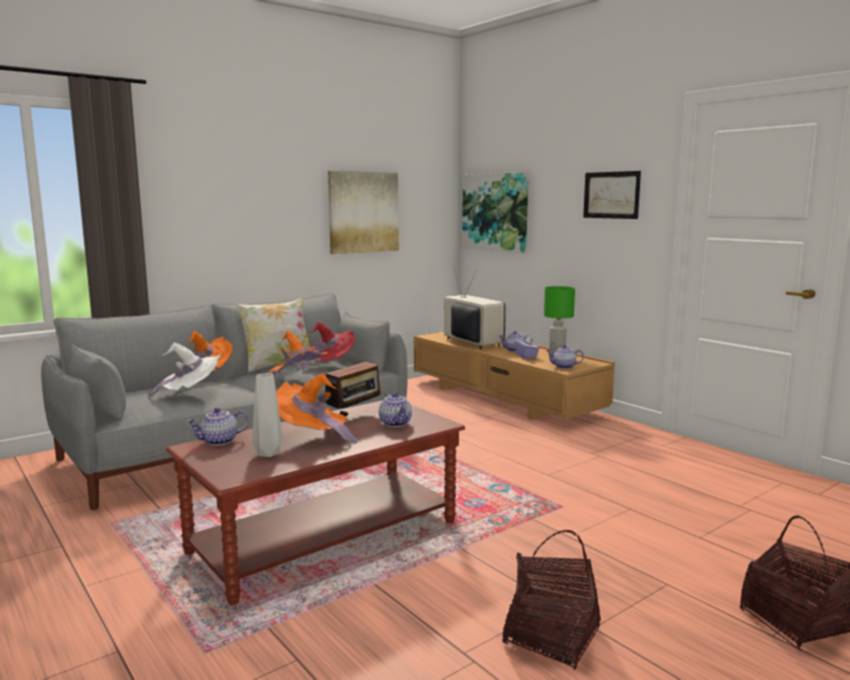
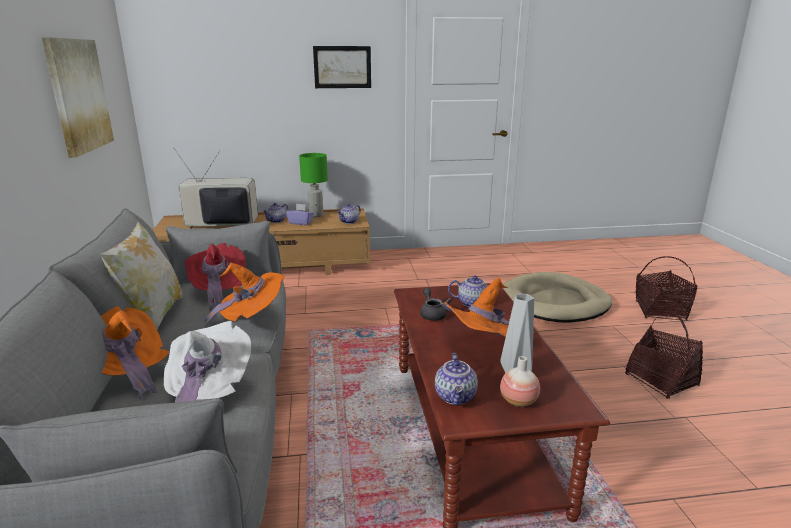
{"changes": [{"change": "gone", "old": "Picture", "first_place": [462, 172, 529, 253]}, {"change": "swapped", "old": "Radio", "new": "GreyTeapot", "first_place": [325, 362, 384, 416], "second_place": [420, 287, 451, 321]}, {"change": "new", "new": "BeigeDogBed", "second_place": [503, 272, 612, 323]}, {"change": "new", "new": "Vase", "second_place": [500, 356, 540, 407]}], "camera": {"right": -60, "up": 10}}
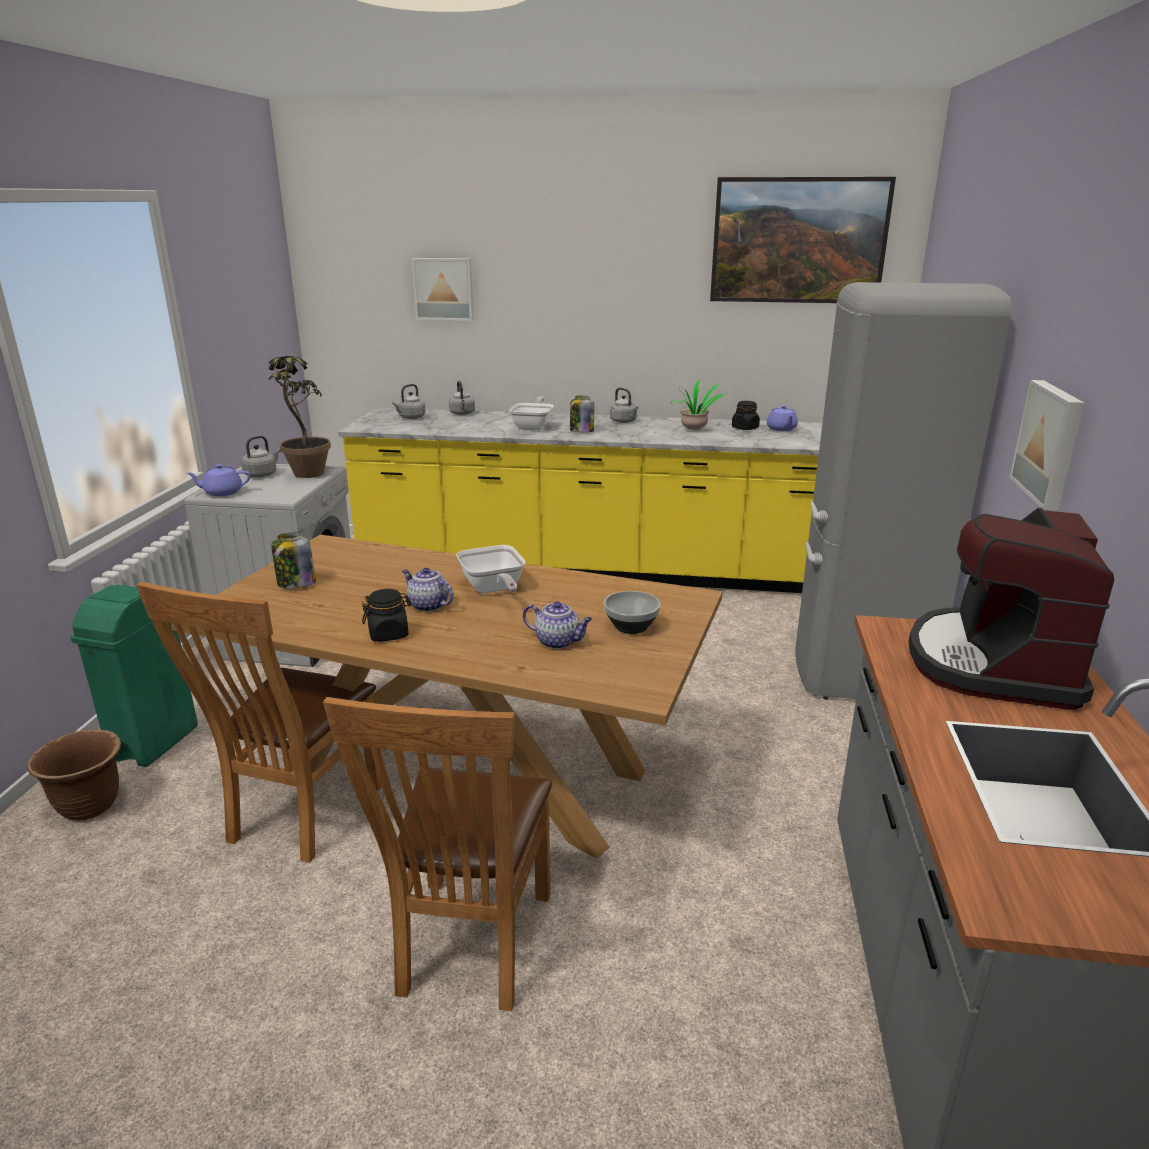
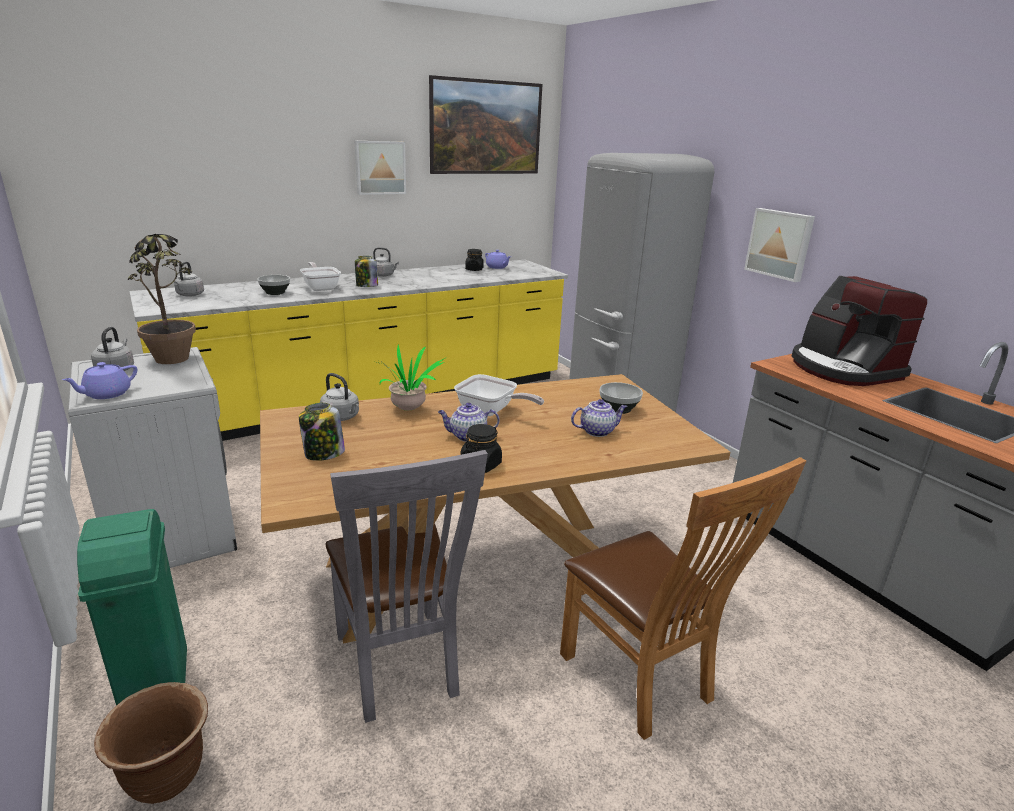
{"changes": [{"change": "shifted", "old": "Picture", "first_place": [411, 258, 474, 321], "second_place": [354, 141, 406, 195]}, {"change": "shifted", "old": "PottedPlant", "first_place": [671, 380, 727, 430], "second_place": [373, 344, 445, 410]}, {"change": "shifted", "old": "GreyKettle", "first_place": [449, 381, 475, 415], "second_place": [320, 373, 359, 421]}, {"change": "repainted", "old": "BrownChair", "new": "GreyChair", "first_place": [136, 582, 382, 863], "second_place": [325, 450, 488, 723]}, {"change": "new", "new": "Bowl", "second_place": [257, 275, 290, 295]}], "camera": {"right": -40, "up": 0}}
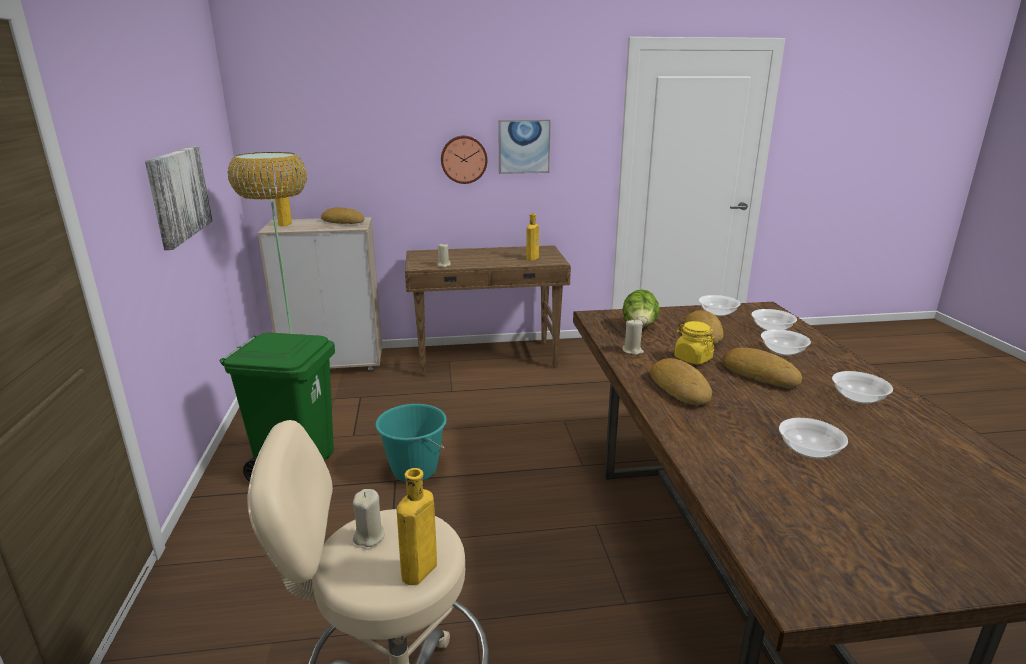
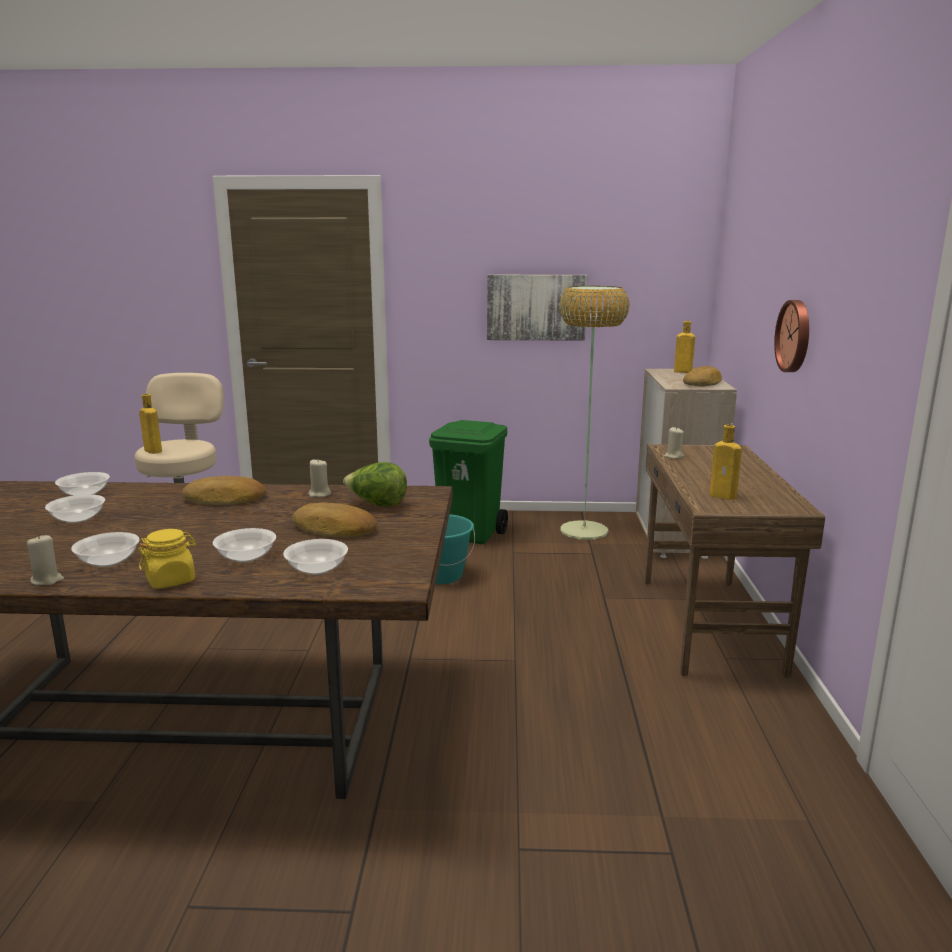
{"changes": [{"change": "gone", "old": "Picture", "first_place": [498, 120, 551, 174]}, {"change": "shifted", "old": "Bowl", "first_place": [699, 295, 741, 316], "second_place": [55, 472, 110, 496]}, {"change": "shifted", "old": "YellowJar", "first_place": [674, 321, 714, 364], "second_place": [139, 529, 197, 589]}, {"change": "gone", "old": "Bread", "first_place": [722, 348, 802, 388]}, {"change": "shifted", "old": "BeigeCandle", "first_place": [353, 489, 385, 547], "second_place": [27, 534, 64, 585]}], "camera": {"right": 100, "up": -5}}
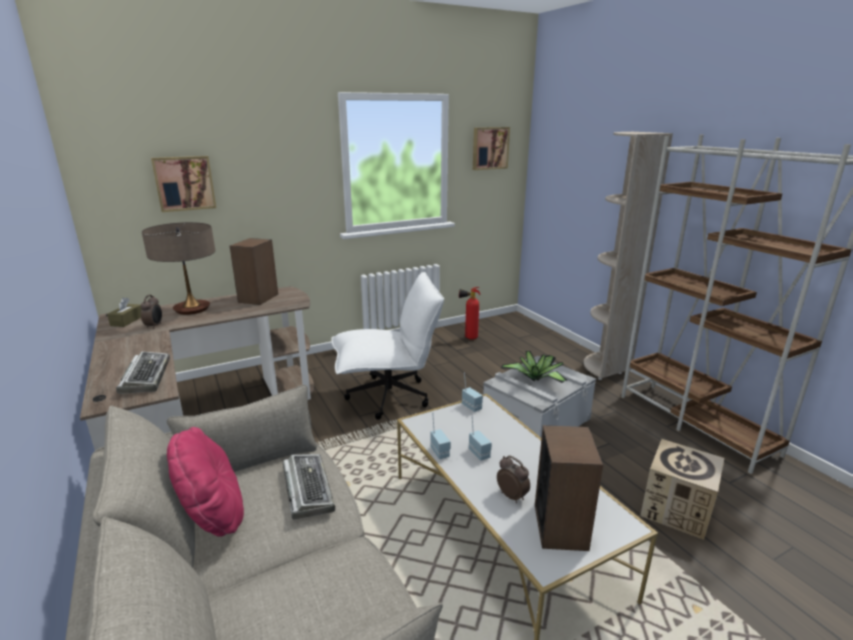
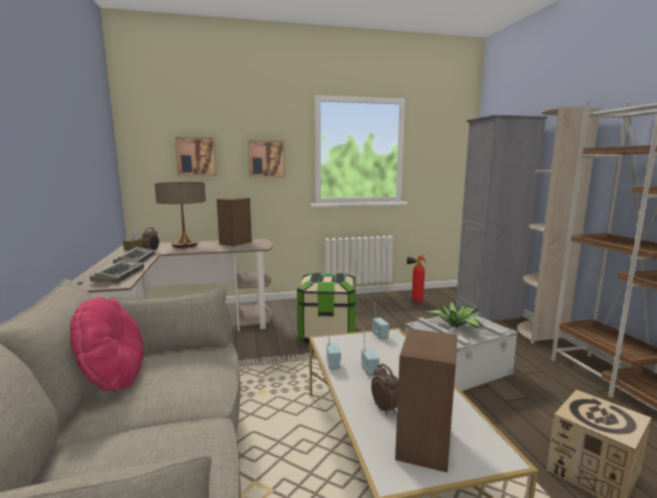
{"changes": [{"change": "shifted", "old": "Picture", "first_place": [473, 127, 510, 170], "second_place": [248, 140, 285, 178]}, {"change": "swapped", "old": "WhiteOfficeChair", "new": "StorageBox", "first_place": [331, 272, 444, 420], "second_place": [297, 272, 356, 344]}, {"change": "shifted", "old": "Keyboard", "first_place": [283, 454, 335, 520], "second_place": [113, 247, 155, 264]}, {"change": "new", "new": "GreyCabinet", "second_place": [456, 115, 548, 321]}], "camera": {"right": 15, "up": -10}}
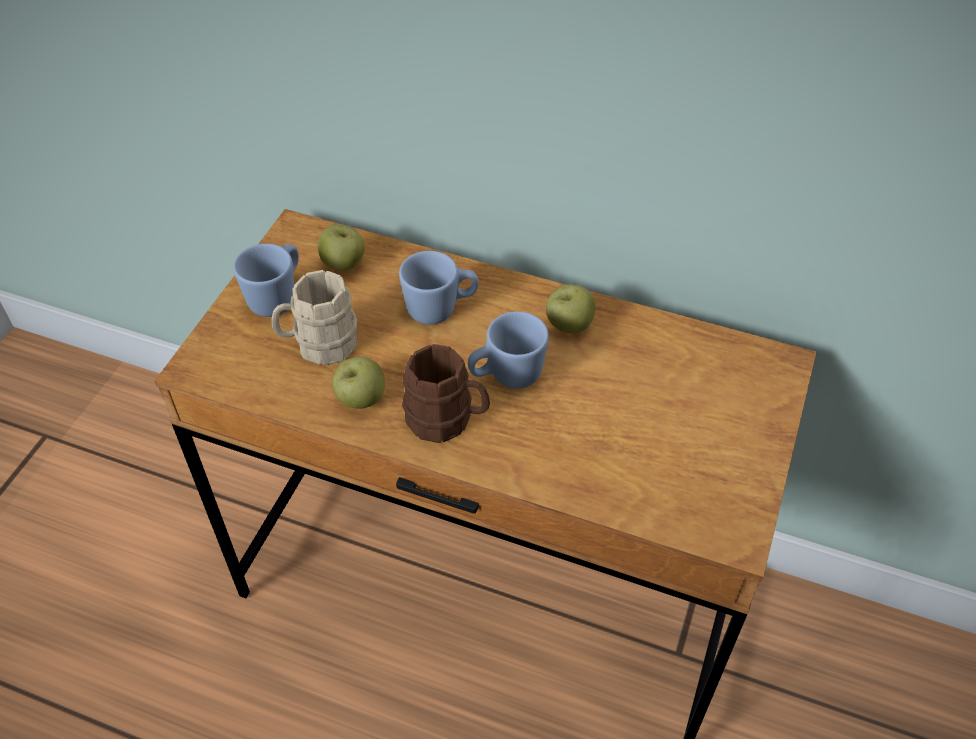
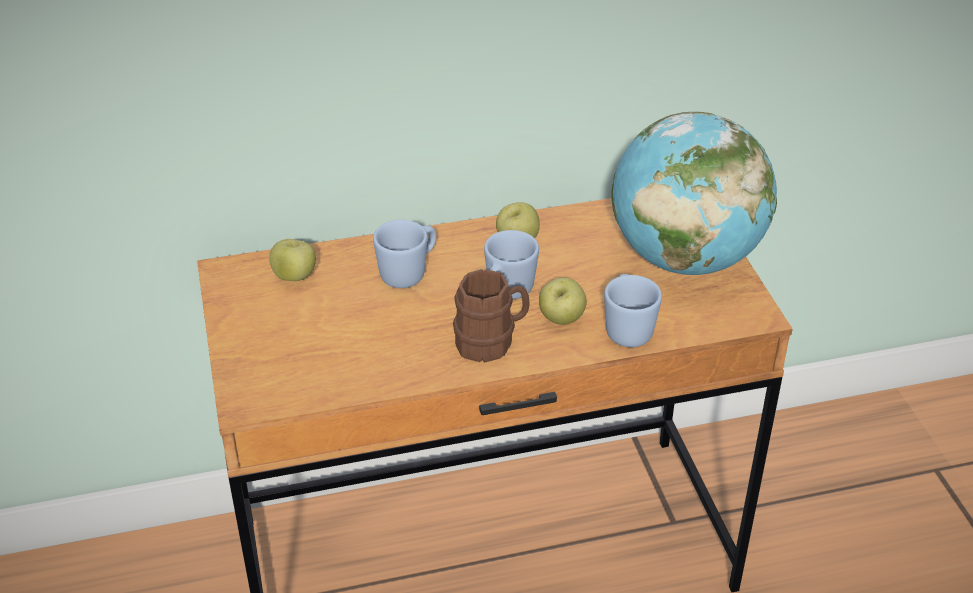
{"changes": [{"change": "shifted", "old": "BlueMug", "first_place": [233, 243, 299, 317], "second_place": [604, 274, 662, 347]}, {"change": "gone", "old": "BeigeMug", "first_place": [271, 270, 357, 365]}, {"change": "shifted", "old": "Apple", "first_place": [332, 357, 385, 409], "second_place": [539, 277, 587, 325]}, {"change": "new", "new": "Globe", "second_place": [612, 111, 777, 275]}], "camera": {"right": -35, "up": -10}}
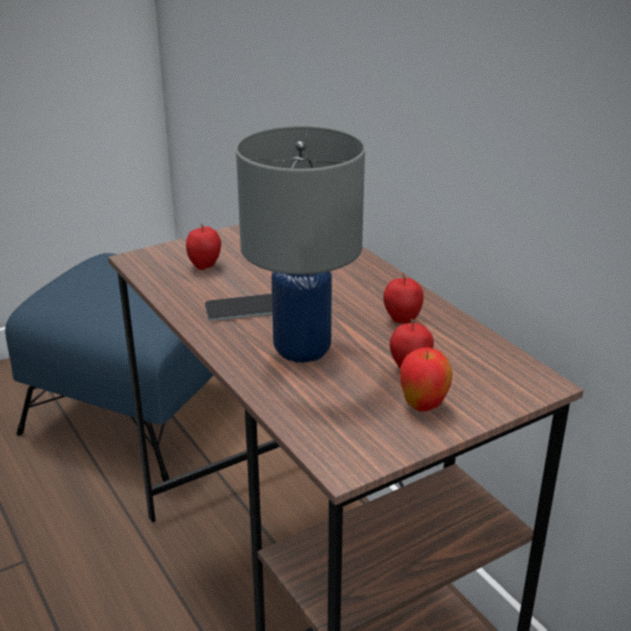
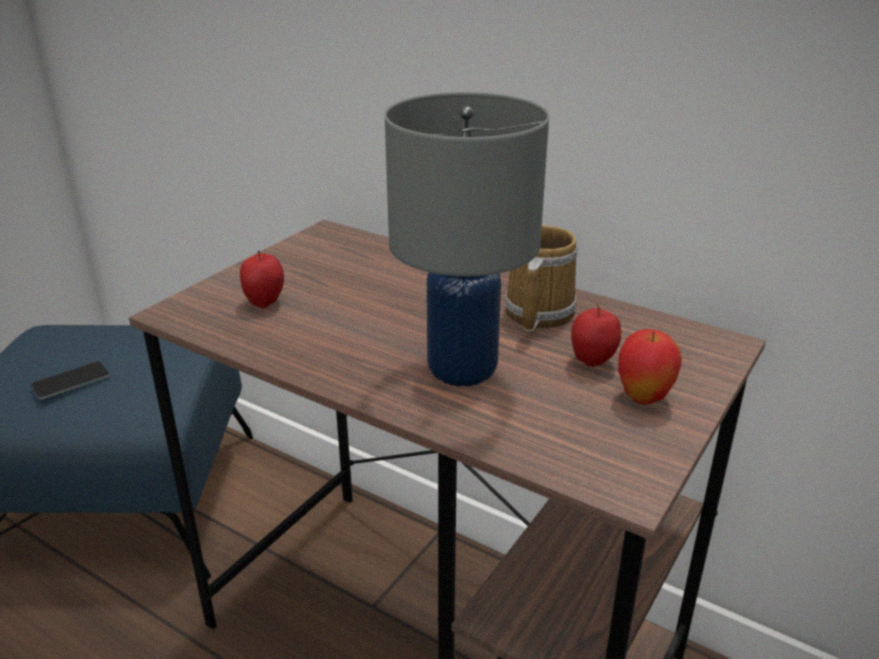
{"changes": [{"change": "swapped", "old": "Apple", "new": "Mug", "first_place": [383, 273, 424, 324], "second_place": [505, 225, 578, 331]}, {"change": "shifted", "old": "Phone", "first_place": [205, 294, 272, 321], "second_place": [31, 361, 110, 399]}], "camera": {"right": -25, "up": 0}}
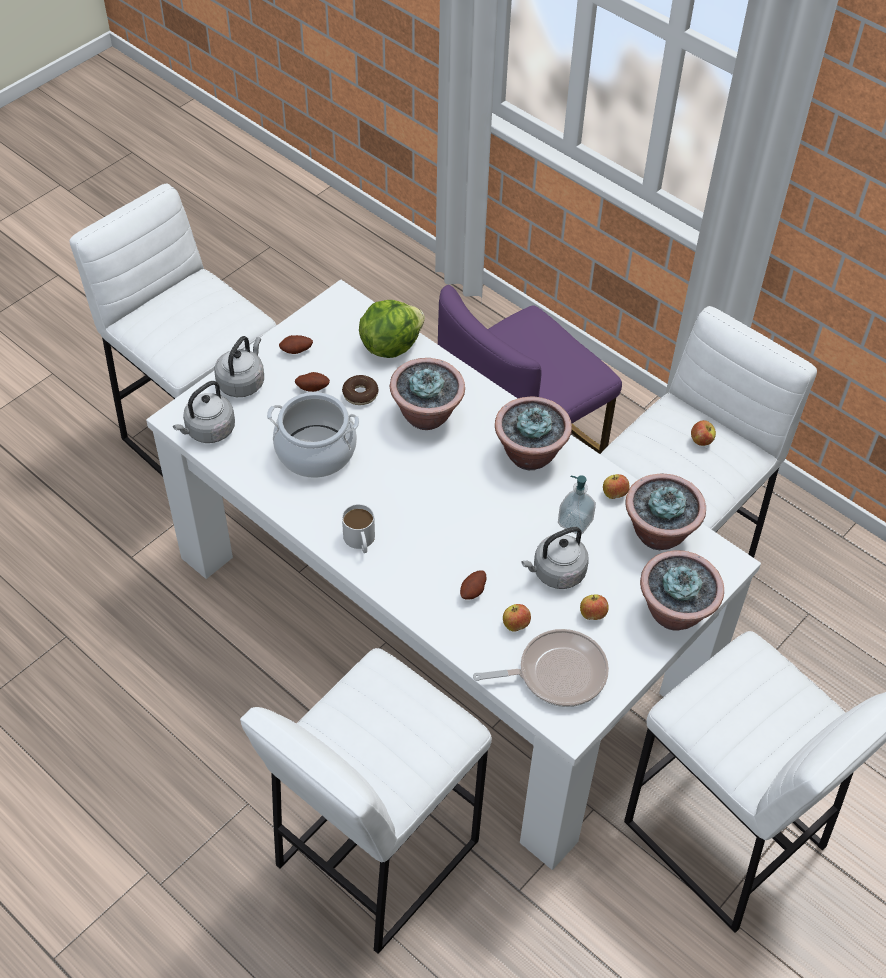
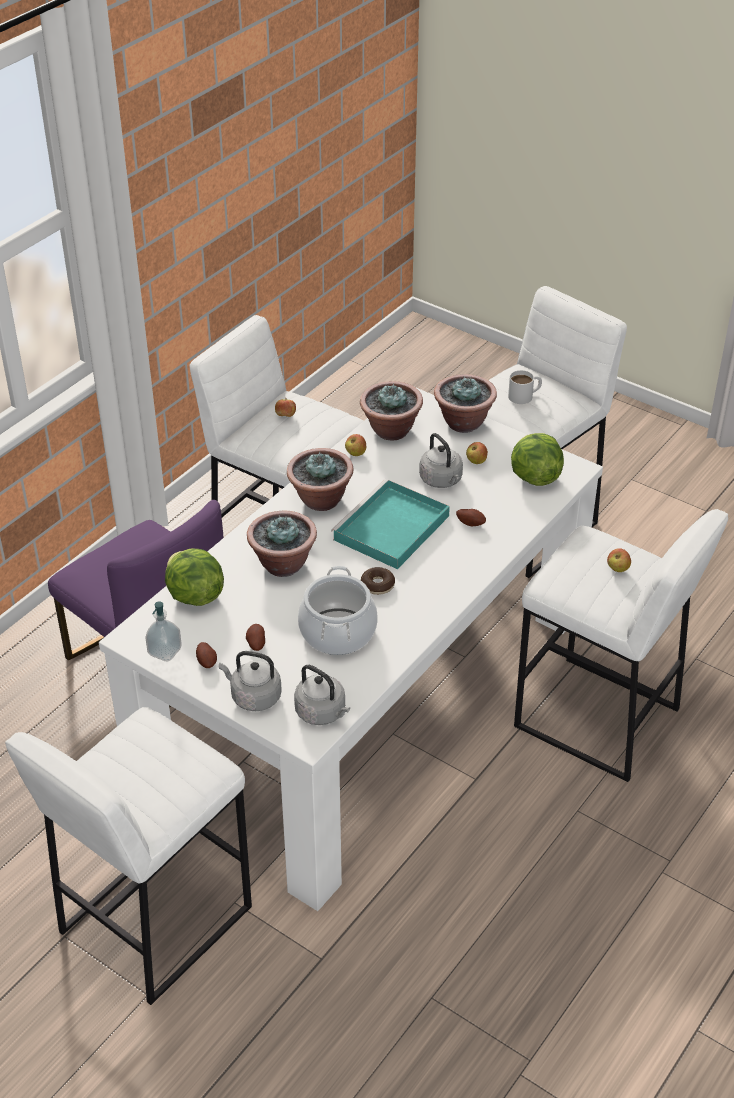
{"changes": [{"change": "shifted", "old": "Donut", "first_place": [342, 375, 379, 405], "second_place": [361, 567, 395, 595]}, {"change": "shifted", "old": "SoapDispenser", "first_place": [558, 475, 596, 535], "second_place": [145, 601, 182, 661]}, {"change": "shifted", "old": "WhiteMug", "first_place": [342, 504, 375, 553], "second_place": [508, 370, 542, 404]}, {"change": "shifted", "old": "Apple", "first_place": [503, 604, 531, 632], "second_place": [607, 548, 631, 572]}, {"change": "swapped", "old": "FryingPan", "new": "Lettuce", "first_place": [473, 629, 609, 707], "second_place": [511, 433, 564, 486]}, {"change": "new", "new": "TurquoiseTray", "second_place": [331, 479, 450, 569]}], "camera": {"right": -95, "up": -10}}
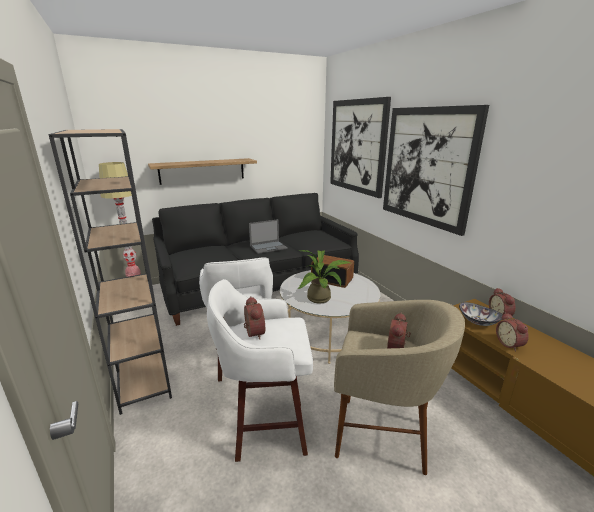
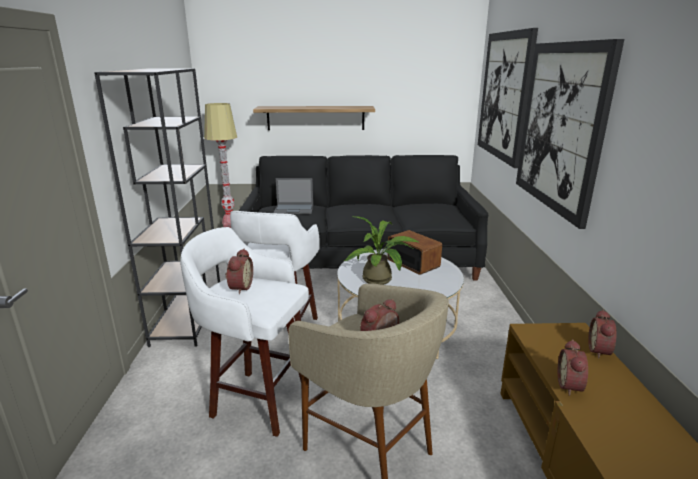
{"changes": [{"change": "shifted", "old": "Laptop", "first_place": [249, 219, 288, 254], "second_place": [274, 178, 313, 214]}, {"change": "gone", "old": "Bowl", "first_place": [459, 302, 503, 326]}], "camera": {"right": 25, "up": 0}}
